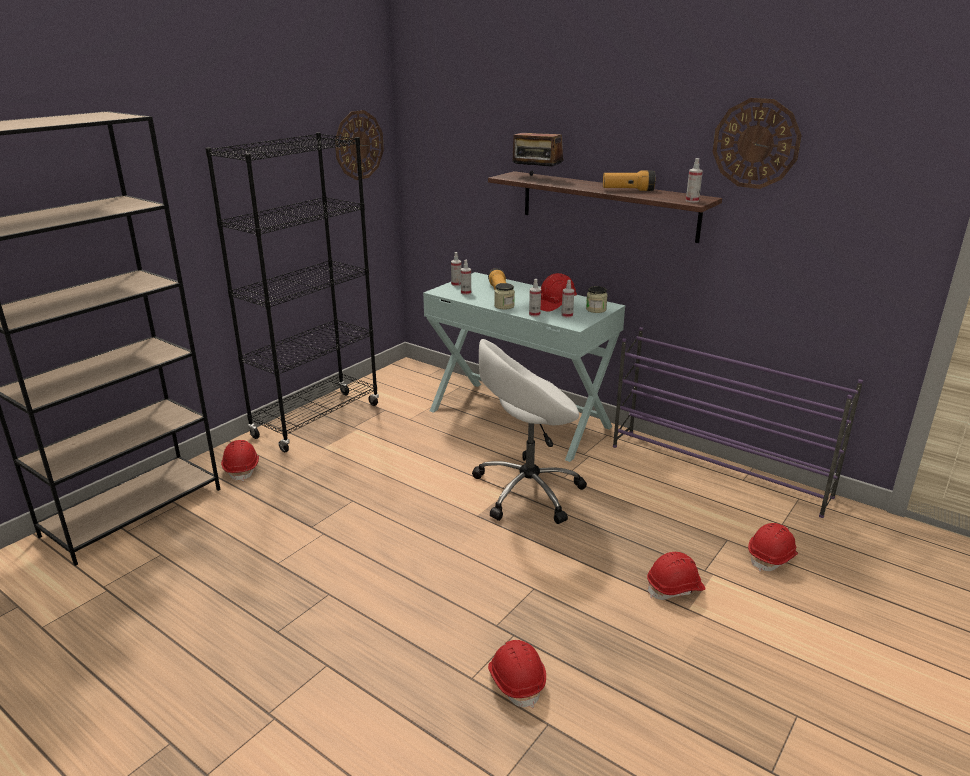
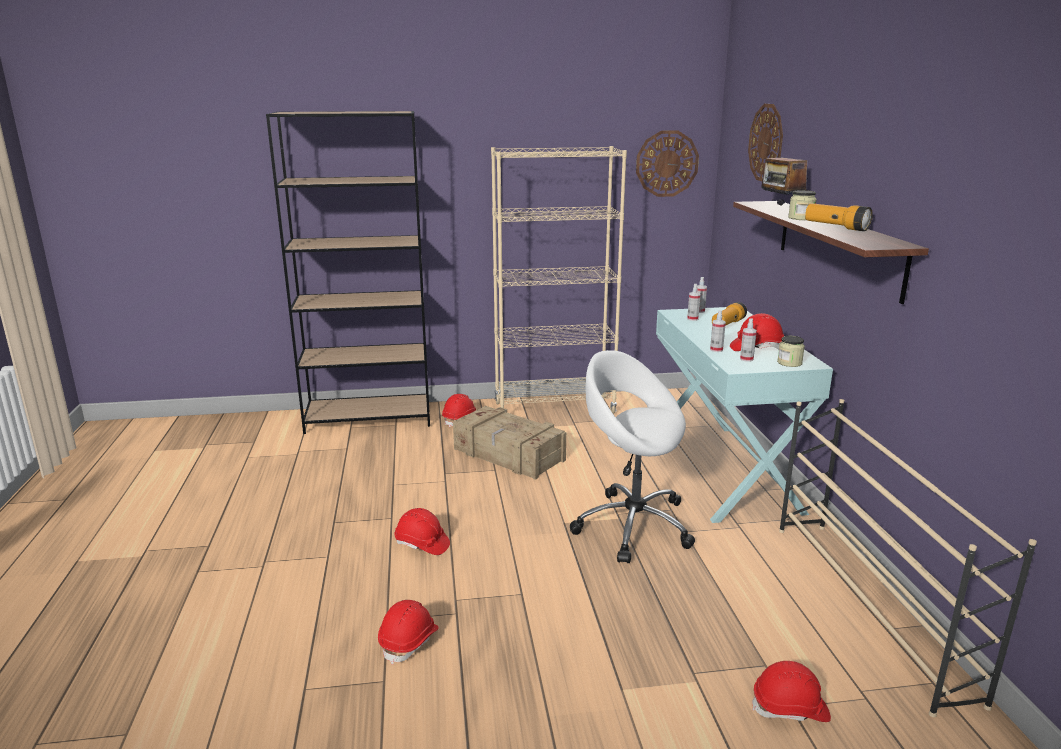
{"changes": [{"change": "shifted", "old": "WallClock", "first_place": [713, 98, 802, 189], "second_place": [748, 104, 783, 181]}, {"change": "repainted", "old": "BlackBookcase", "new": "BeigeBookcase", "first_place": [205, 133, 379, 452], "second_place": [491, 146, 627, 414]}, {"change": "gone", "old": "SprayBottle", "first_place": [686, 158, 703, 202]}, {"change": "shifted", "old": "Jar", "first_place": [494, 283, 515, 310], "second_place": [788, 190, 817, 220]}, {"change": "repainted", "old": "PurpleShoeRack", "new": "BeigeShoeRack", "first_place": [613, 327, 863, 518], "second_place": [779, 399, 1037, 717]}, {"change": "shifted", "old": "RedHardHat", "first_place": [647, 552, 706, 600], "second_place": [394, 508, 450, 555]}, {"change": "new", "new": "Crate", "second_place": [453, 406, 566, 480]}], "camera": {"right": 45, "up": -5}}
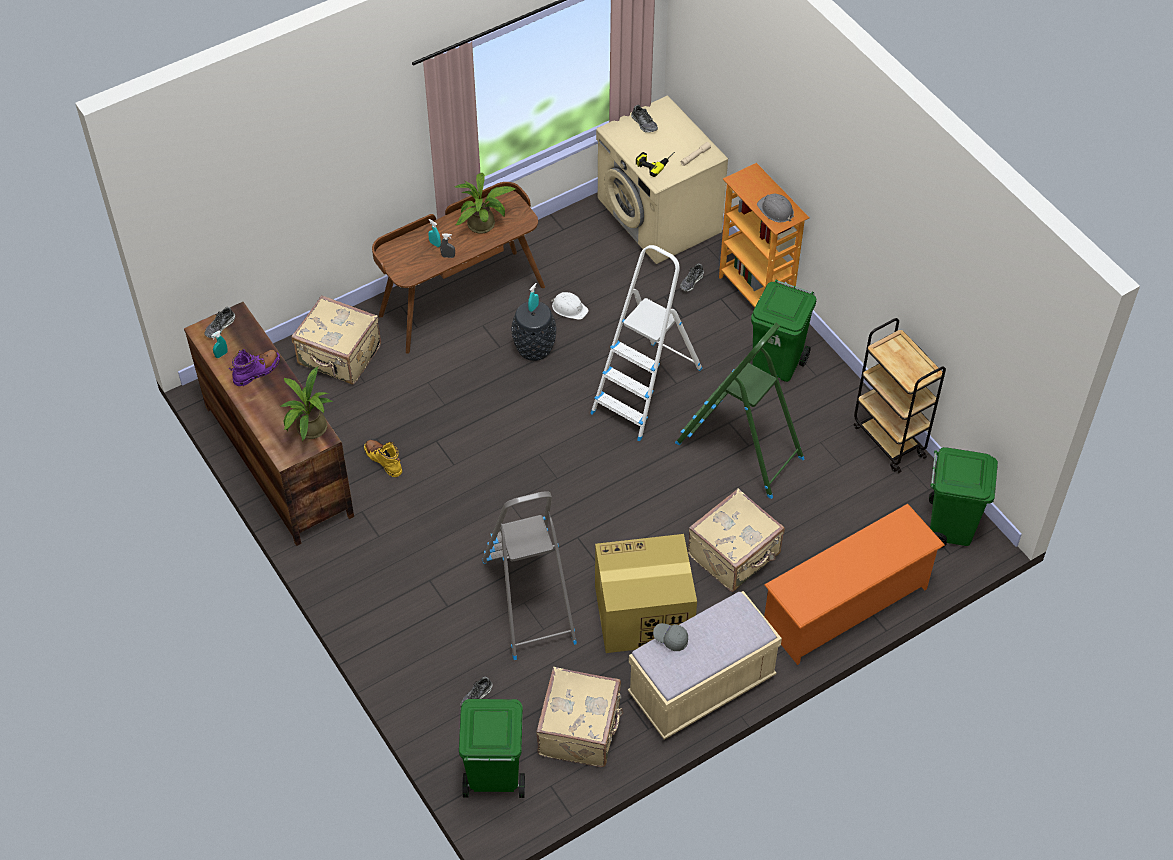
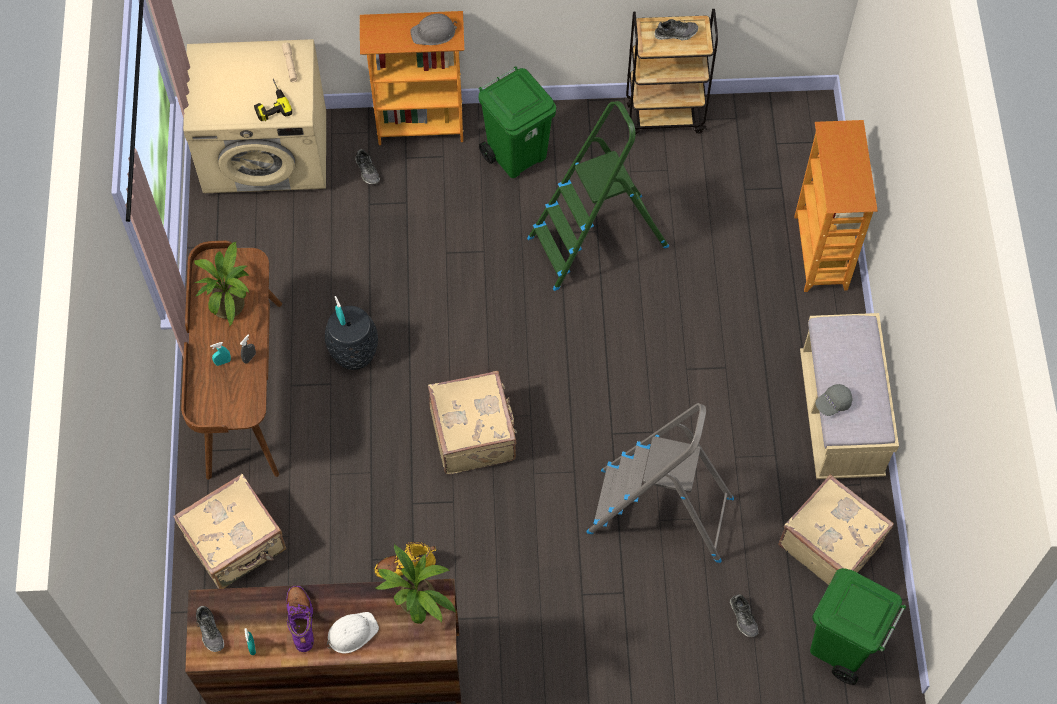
{"changes": [{"change": "shifted", "old": "Shoe", "first_place": [631, 105, 658, 133], "second_place": [655, 19, 698, 40]}, {"change": "gone", "old": "WhiteStepLadder", "first_place": [590, 245, 702, 441]}, {"change": "shifted", "old": "WhiteHardHat", "first_place": [551, 292, 589, 320], "second_place": [327, 612, 379, 653]}, {"change": "gone", "old": "GreenTrashCan", "first_place": [929, 447, 998, 548]}, {"change": "shifted", "old": "BeigeSuitcase", "first_place": [688, 488, 785, 592], "second_place": [428, 371, 517, 475]}, {"change": "swapped", "old": "OrangeShoeRack", "new": "Bookcase", "first_place": [764, 504, 945, 665], "second_place": [794, 120, 878, 292]}, {"change": "gone", "old": "CardboardBox", "first_place": [595, 534, 697, 653]}], "camera": {"right": -60, "up": 10}}
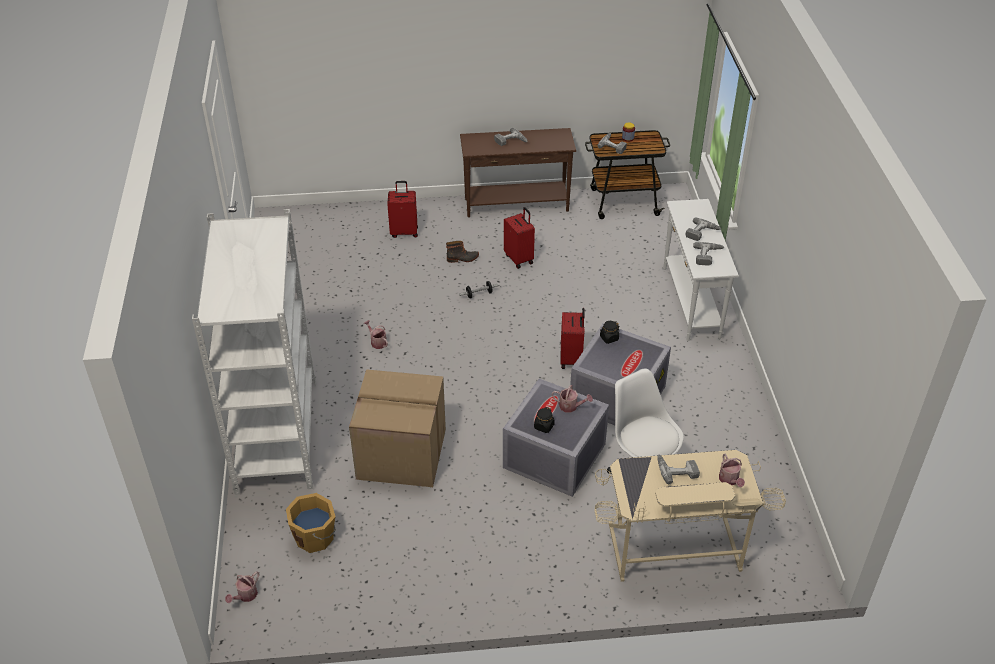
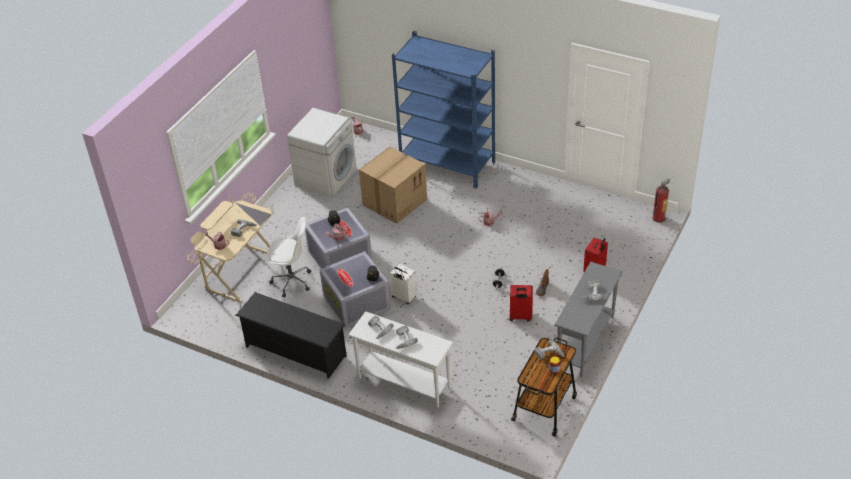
{"changes": [{"change": "repainted", "old": "BrownConsoleTable", "new": "GreyConsoleTable", "first_place": [460, 128, 576, 218], "second_place": [554, 262, 623, 378]}, {"change": "repainted", "old": "WhiteBookcase", "new": "BlueBookcase", "first_place": [192, 209, 316, 495], "second_place": [392, 31, 495, 189]}, {"change": "repainted", "old": "RedSuitcase", "new": "WhiteSuitcase", "first_place": [561, 308, 585, 369], "second_place": [390, 264, 418, 304]}, {"change": "gone", "old": "OrangeBucket", "first_place": [286, 493, 336, 553]}, {"change": "new", "new": "WhiteWashingMachine", "second_place": [287, 108, 357, 196]}, {"change": "new", "new": "FireExtinguisher", "second_place": [653, 178, 671, 223]}, {"change": "new", "new": "BlackShoeRack", "second_place": [235, 292, 347, 379]}], "camera": {"right": 125, "up": 0}}
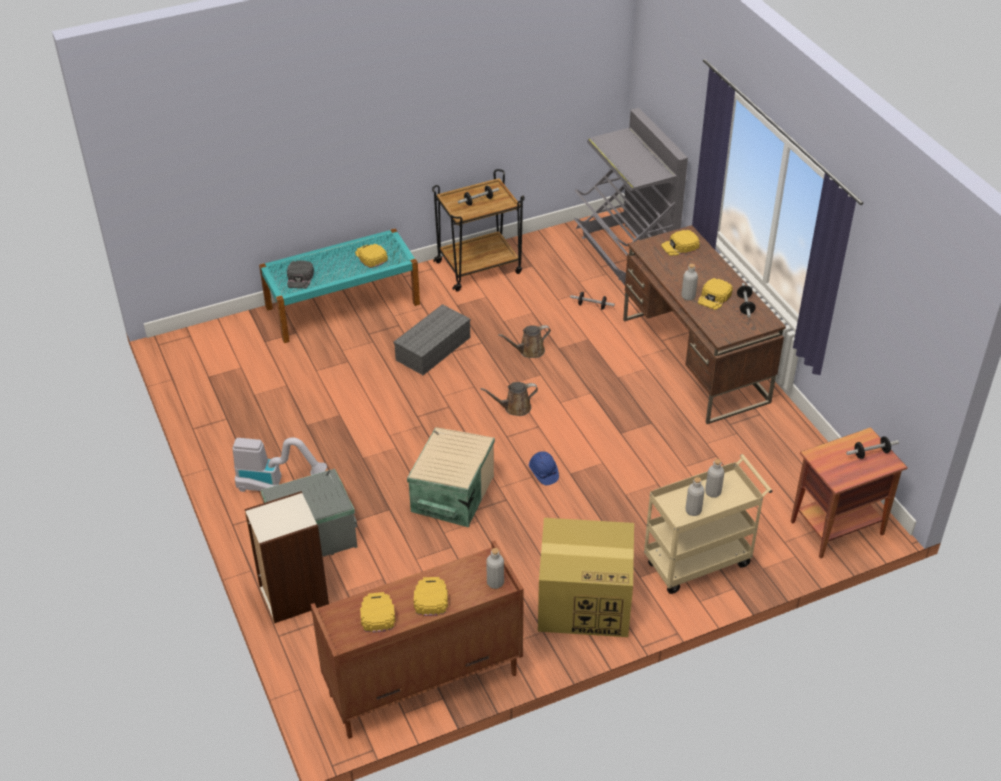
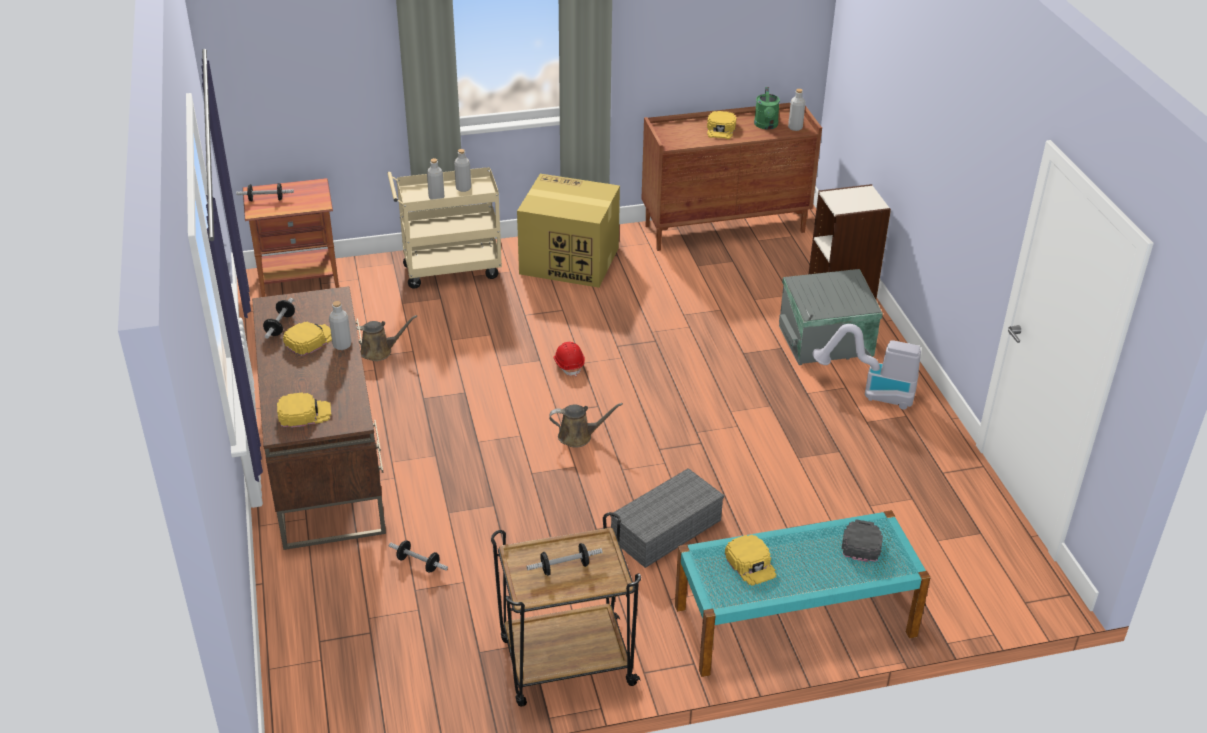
{"changes": [{"change": "gone", "old": "GreyShoeRack", "first_place": [574, 108, 688, 289]}, {"change": "shifted", "old": "BrownWateringCan", "first_place": [498, 325, 551, 358], "second_place": [356, 315, 417, 361]}, {"change": "gone", "old": "BeigeStorageBox", "first_place": [407, 427, 495, 527]}, {"change": "repainted", "old": "BlueHardHat", "new": "RedHardHat", "first_place": [529, 451, 559, 485], "second_place": [554, 342, 585, 376]}, {"change": "shifted", "old": "GreyBottle", "first_place": [486, 548, 504, 589], "second_place": [788, 89, 805, 131]}, {"change": "swapped", "old": "YellowCap", "new": "GreenWateringCan", "first_place": [360, 592, 395, 633], "second_place": [754, 87, 780, 130]}], "camera": {"right": -170, "up": -5}}
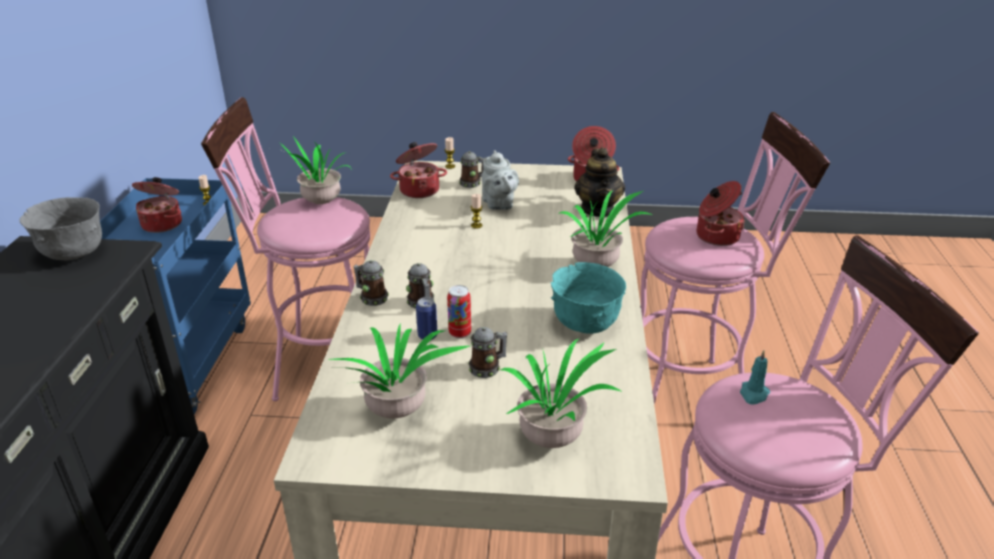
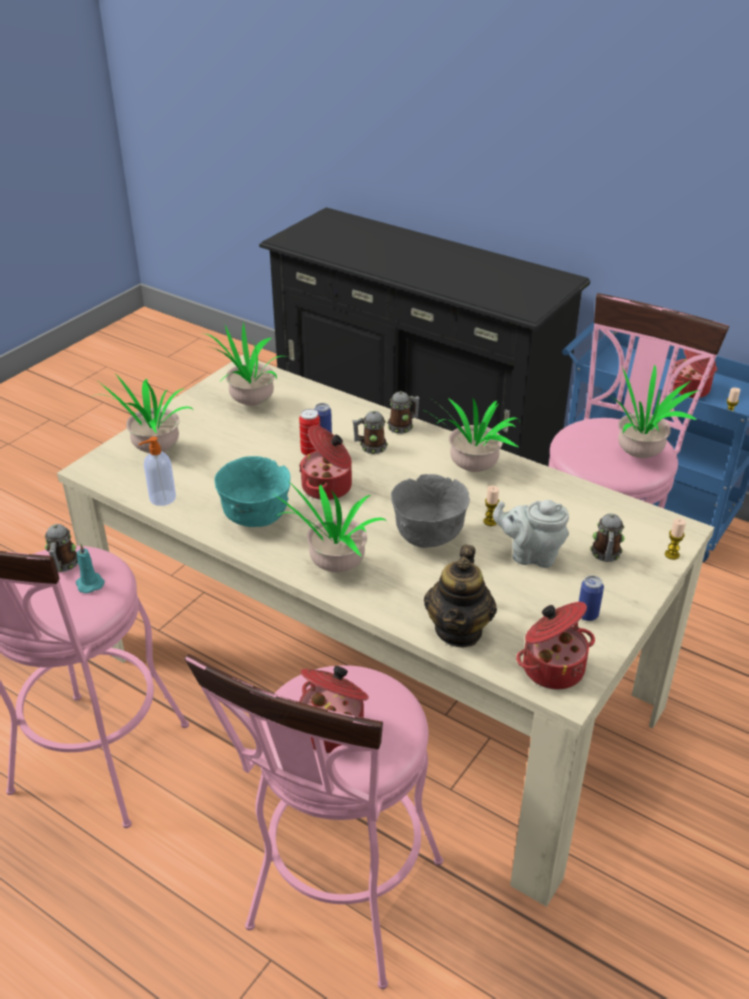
{"changes": [{"change": "shifted", "old": "CookingPot", "first_place": [390, 142, 447, 198], "second_place": [299, 425, 352, 500]}, {"change": "rotated", "old": "Teapot", "first_place": [574, 148, 625, 217], "second_place": [424, 545, 497, 647], "degrees": -105}, {"change": "shifted", "old": "GreyBowl", "first_place": [20, 197, 102, 260], "second_place": [391, 474, 470, 548]}, {"change": "shifted", "old": "Mug", "first_place": [468, 327, 507, 378], "second_place": [45, 524, 78, 572]}, {"change": "new", "new": "PottedPlant", "second_place": [420, 397, 520, 472]}, {"change": "new", "new": "SoapDispenser", "second_place": [139, 436, 176, 506]}, {"change": "new", "new": "Can", "second_place": [579, 575, 604, 621]}], "camera": {"right": 120, "up": 5}}
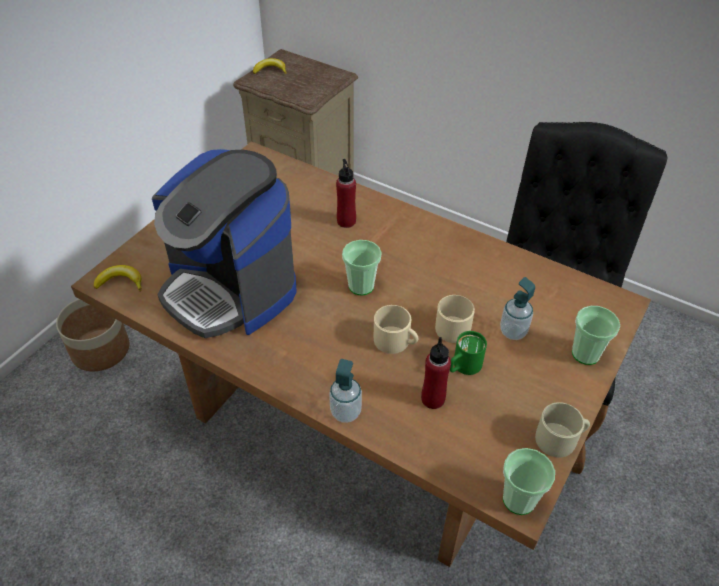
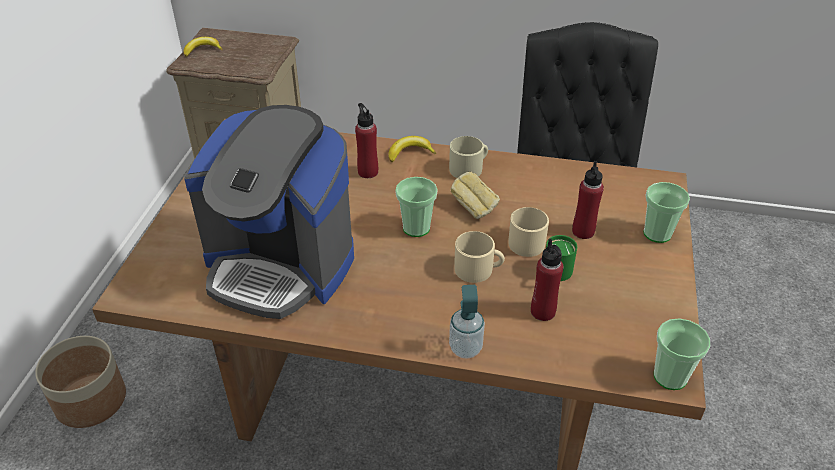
{"changes": [{"change": "shifted", "old": "Banana", "first_place": [94, 265, 142, 292], "second_place": [388, 136, 436, 162]}, {"change": "swapped", "old": "SoapDispenser", "new": "RedBottle", "first_place": [500, 277, 535, 340], "second_place": [572, 161, 604, 239]}, {"change": "shifted", "old": "BeigeMug", "first_place": [535, 402, 590, 457], "second_place": [449, 136, 488, 178]}, {"change": "new", "new": "Bread", "second_place": [451, 171, 500, 219]}], "camera": {"right": -20, "up": -5}}
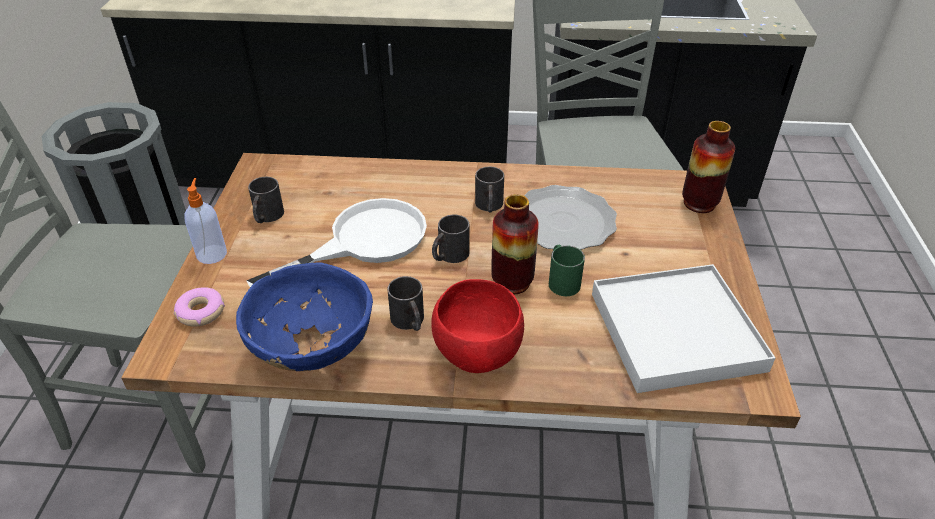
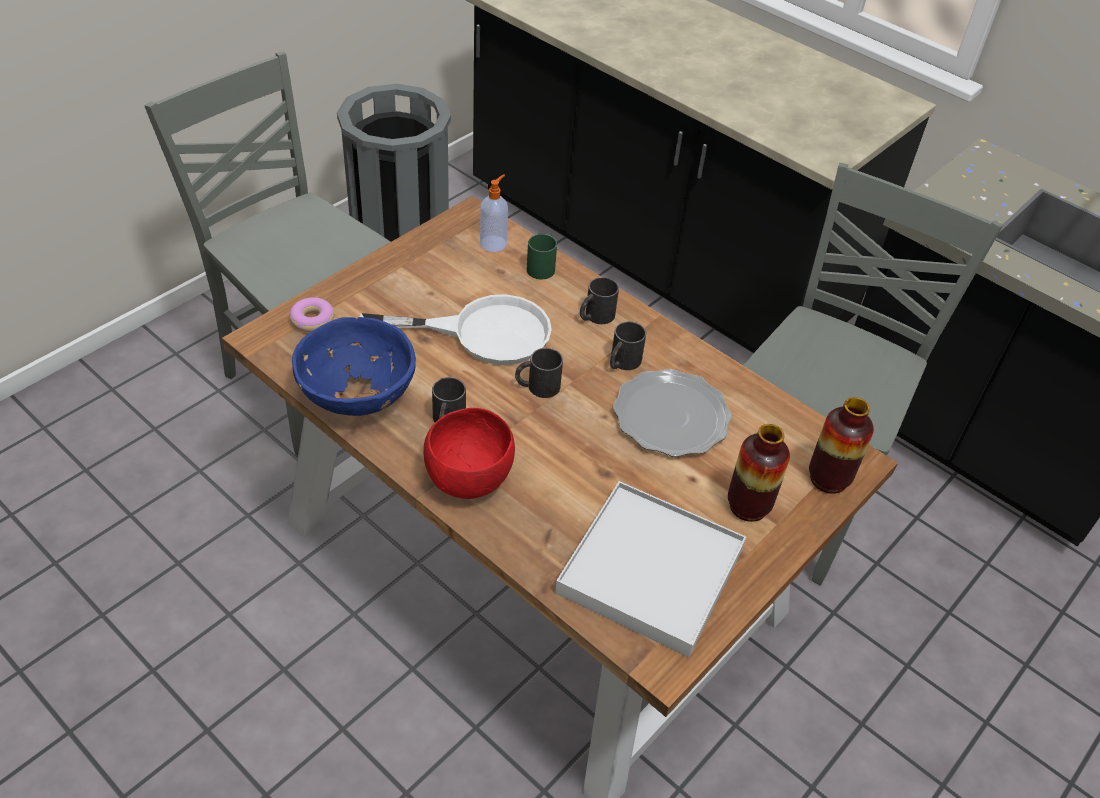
{"changes": [{"change": "shifted", "old": "BlackMug", "first_place": [248, 177, 284, 223], "second_place": [580, 277, 619, 324]}, {"change": "shifted", "old": "SoapDispenser", "first_place": [184, 178, 227, 264], "second_place": [480, 174, 508, 252]}, {"change": "shifted", "old": "Vase", "first_place": [491, 194, 539, 294], "second_place": [728, 424, 790, 522]}, {"change": "shifted", "old": "GreenMug", "first_place": [549, 245, 585, 296], "second_place": [527, 234, 557, 279]}], "camera": {"right": 35, "up": 5}}
